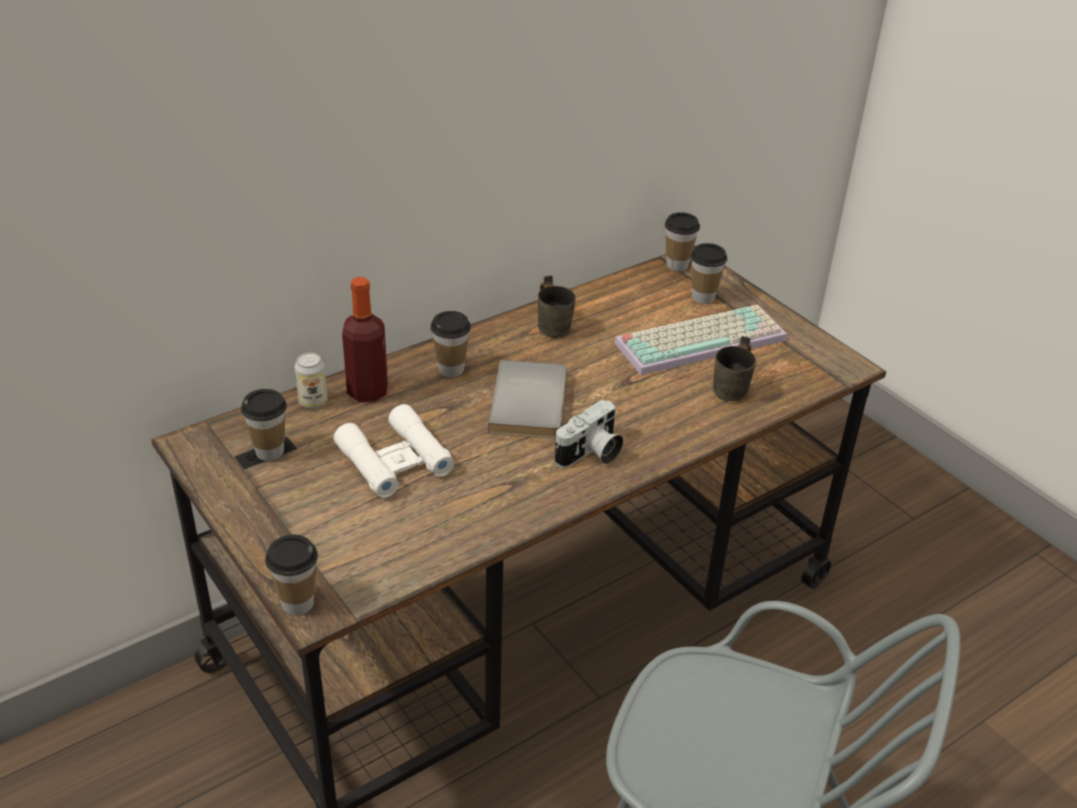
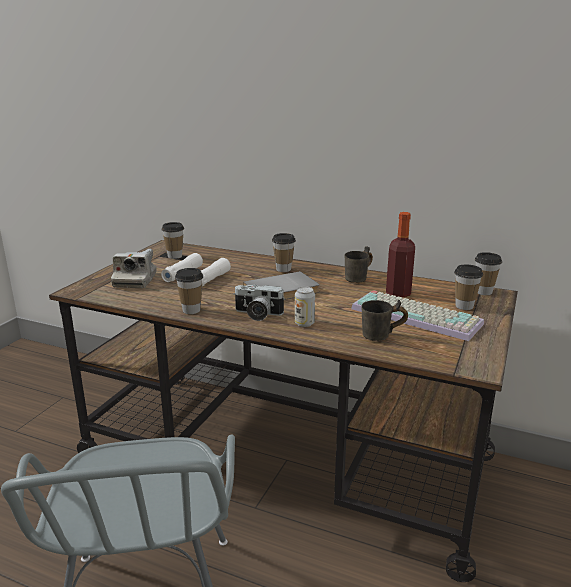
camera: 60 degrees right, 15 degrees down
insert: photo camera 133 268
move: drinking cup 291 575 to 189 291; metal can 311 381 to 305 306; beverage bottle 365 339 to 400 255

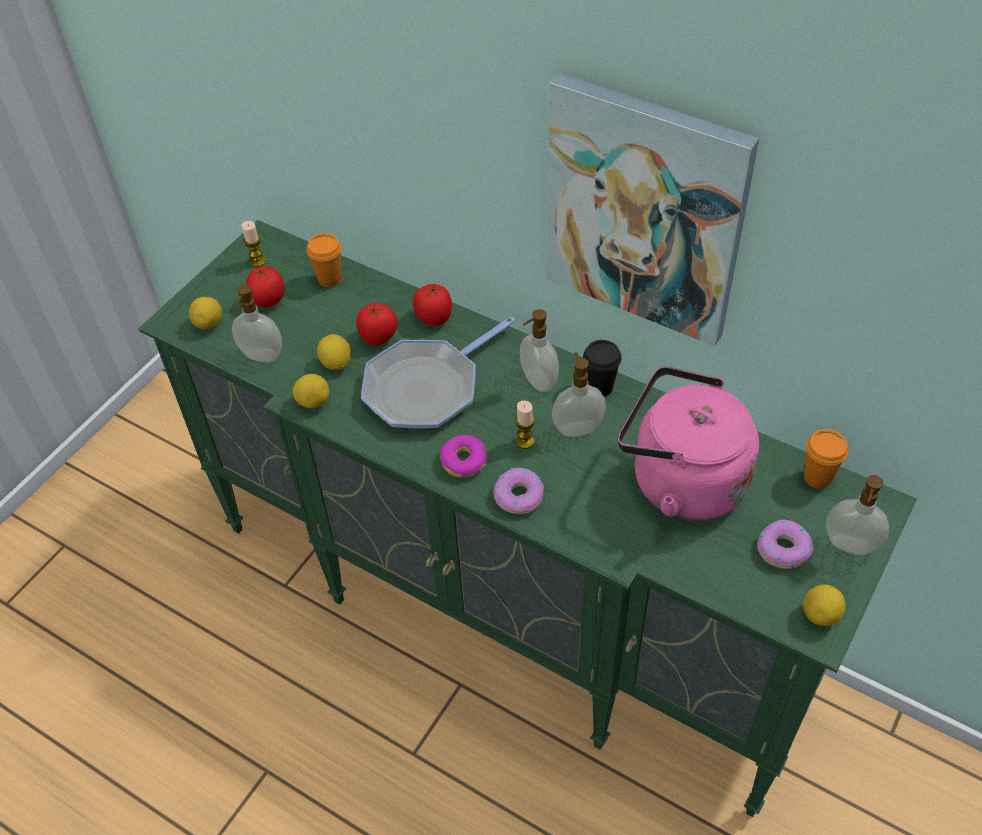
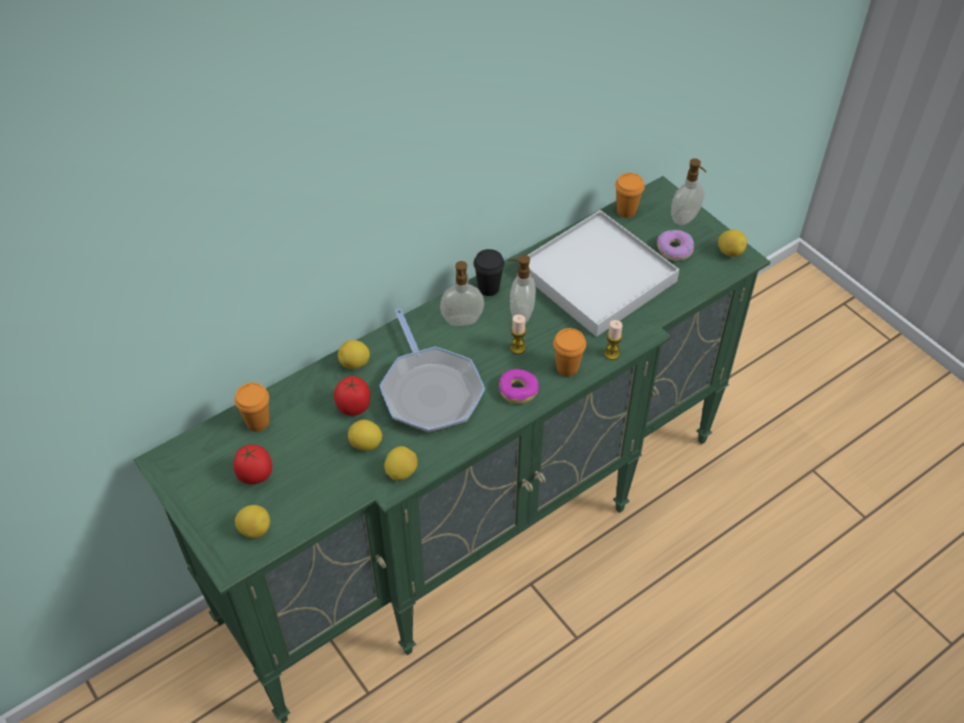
camera: 70 degrees left, 0 degrees up
delete: liquid soap bottle 257 323; picture 652 209
move: wax candle 253 244 to 613 340
replace: tomato 432 305 to citrus fruit 354 354; doughnut 518 491 to drinking cup (orangey) 569 352; water kettle (pink) 688 443 to serving tray (white) 603 273

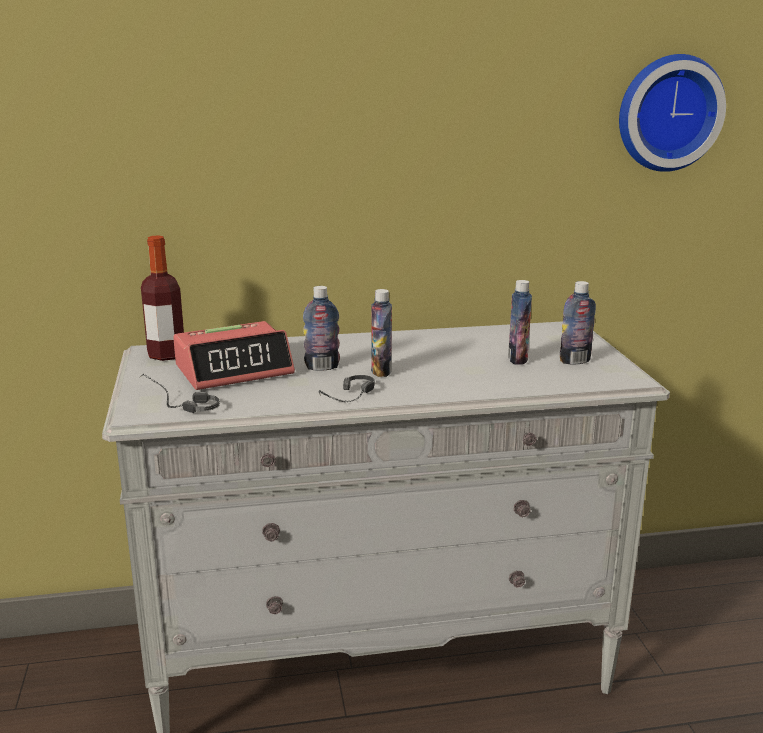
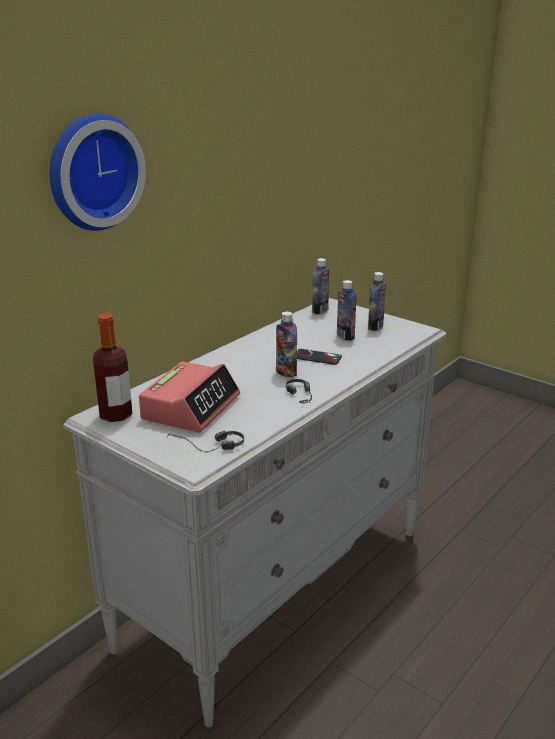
camera: 40 degrees left, 5 degrees up
insert: phone 319 357
move: beverage bottle 321 328 to 321 286; hanging clock 672 113 to 98 172

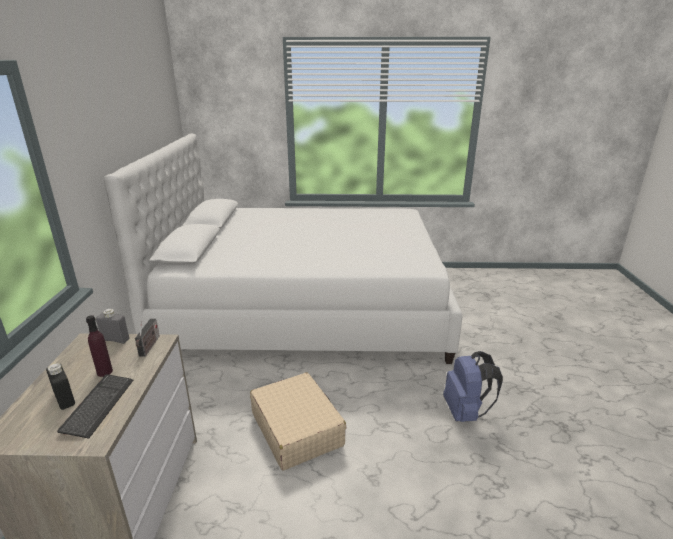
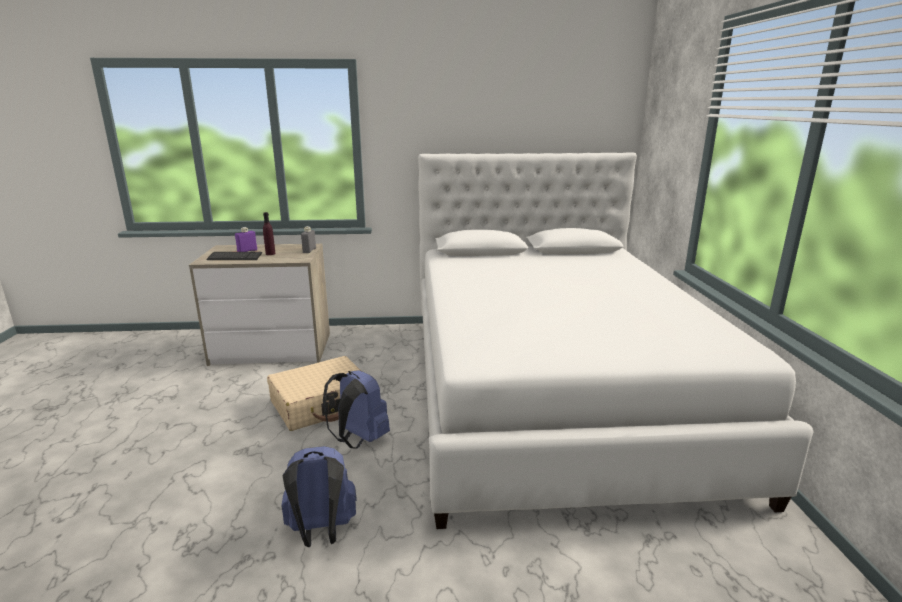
camera: 85 degrees right, 5 degrees down
delete: radio receiver 147 338
insert: knapsack (blue-coloured) 356 409
recolor: beverage bottle (black) 60 386 to beverage bottle (purple) 246 239

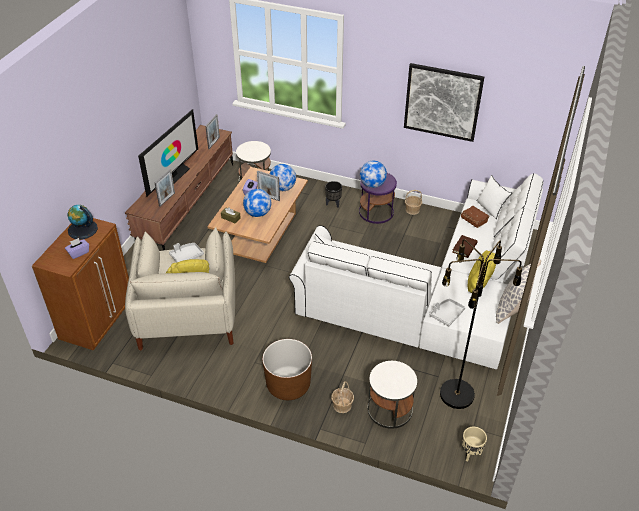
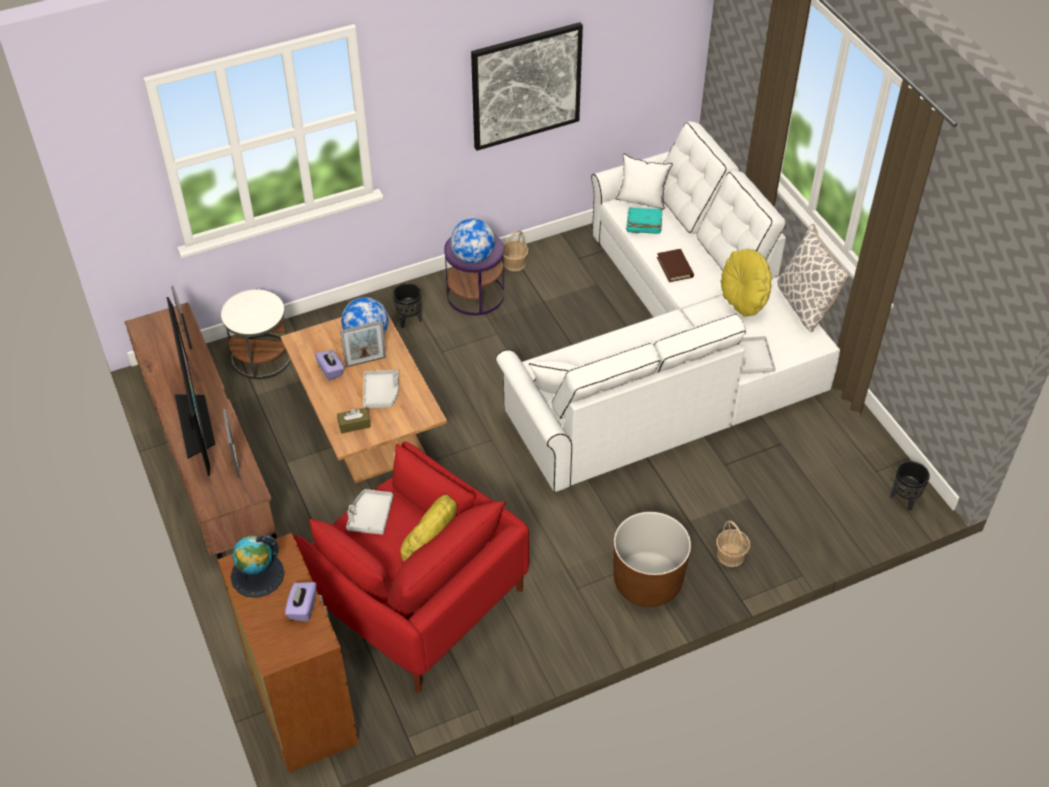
camera: 45 degrees left, 5 degrees up
delete: end table (white) 392 395; standing lamp 481 324
replace: globe 257 203 to serving tray (greyish) 381 389
recolor: armchair (beige) 180 289 to armchair (red) 411 567; bound book (brown) 475 217 to bound book (turquoise) 644 221; planter (beige) 474 444 to planter (black) 910 486

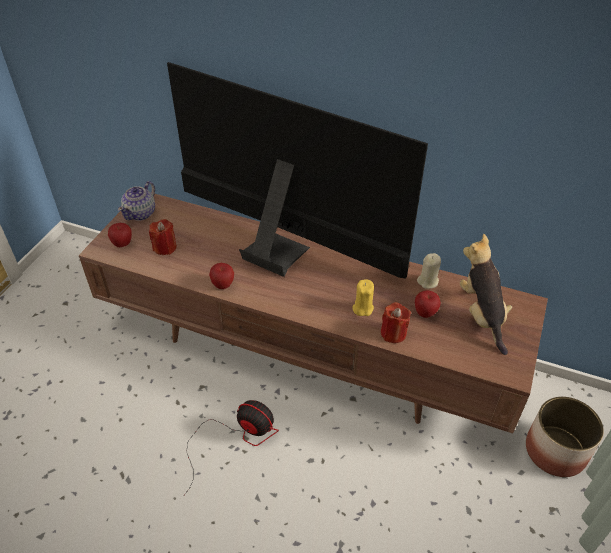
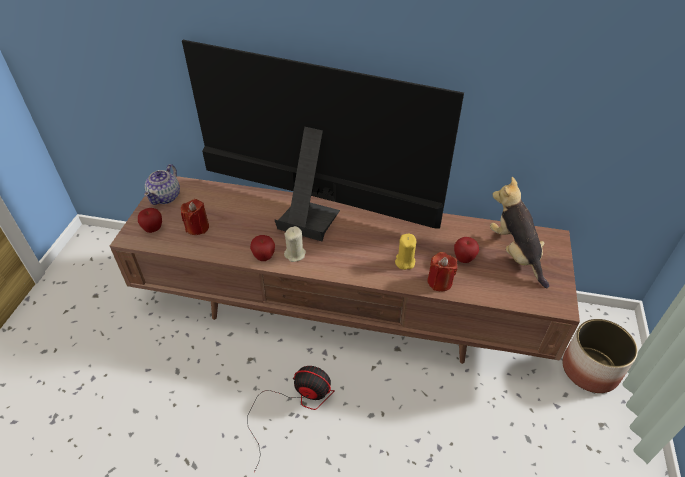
camera: 10 degrees left, 0 degrees up
move: wax candle (beige) 429 271 to 295 244

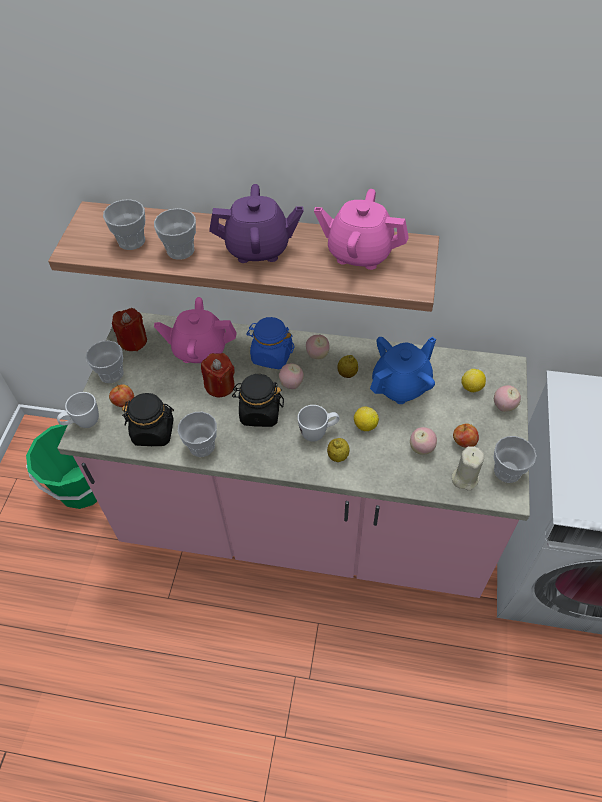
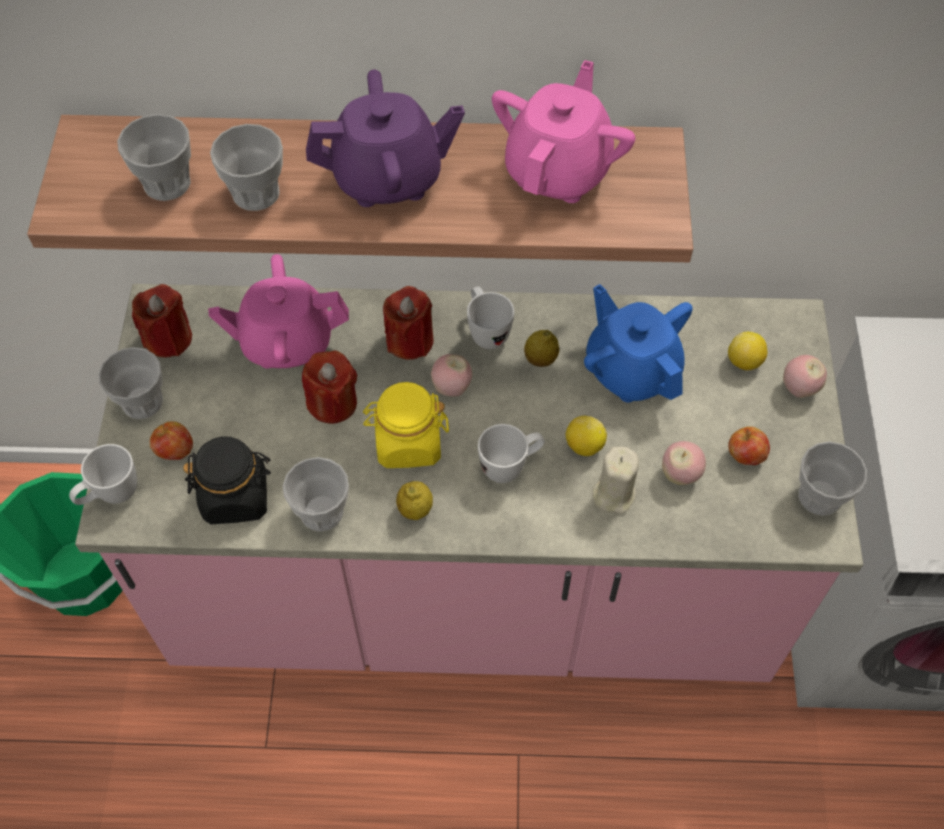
camera: 10 degrees left, 5 degrees up
move: citrus fruit 338 450 to 414 500; wax candle (beige) 468 468 to 615 480
replace: jar (blue-coloured) 270 343 to wax candle (red) 408 323; whole apple 318 347 to tea mug (white) 490 317
recolor: jar (black) 258 400 to jar (yellow-coloured) 406 425
rotate: pot for tea (pink) 361 229 = 564 131 105 degrees clockwise; pot for tea (blue-coloured) 403 370 = 638 343 75 degrees counterclockwise

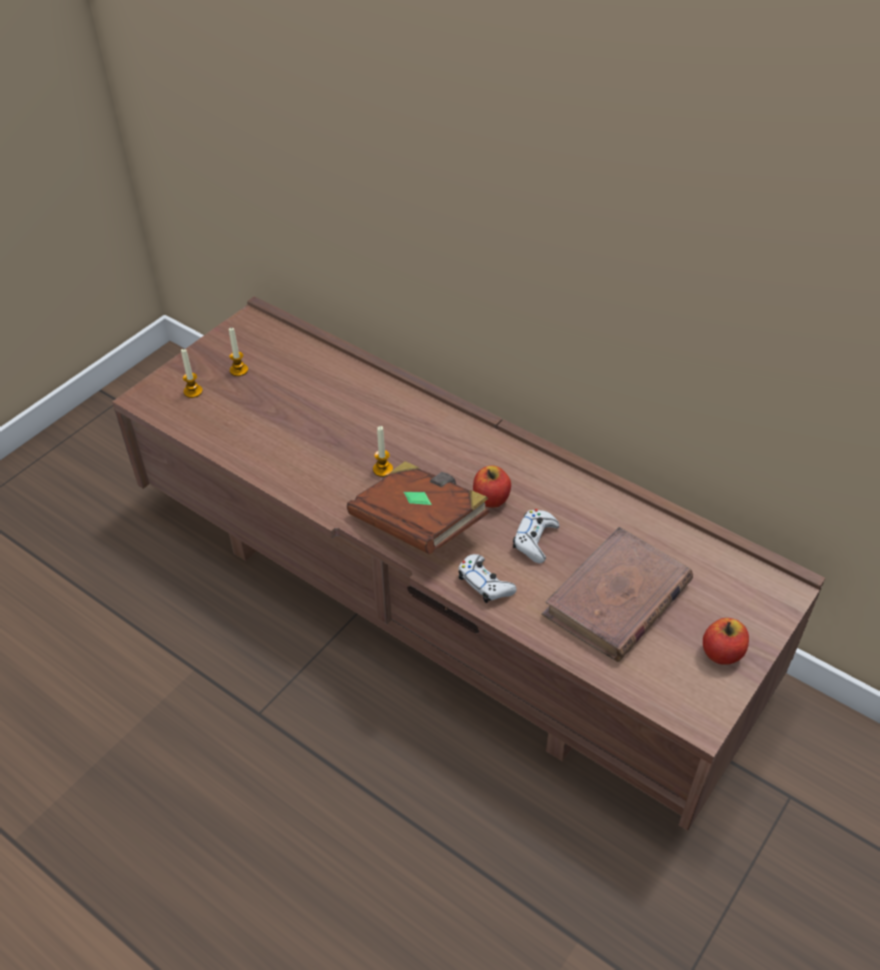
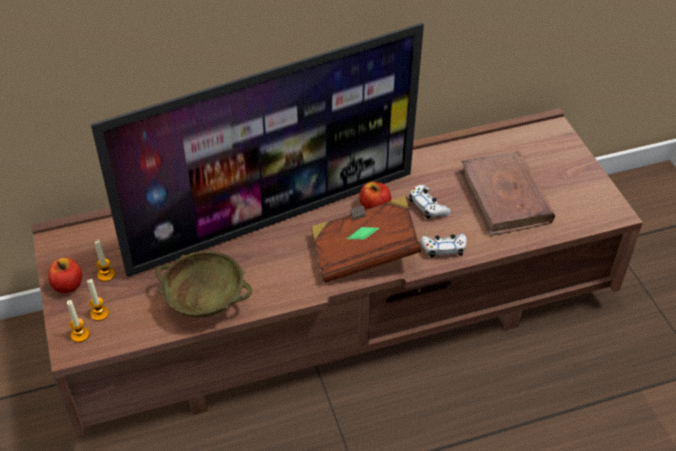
camera: 55 degrees left, 0 degrees up
insert: television 257 150; serving bowl (beige) 203 284
move: wax candle 383 451 to 78 321; whole apple 726 641 to 65 275

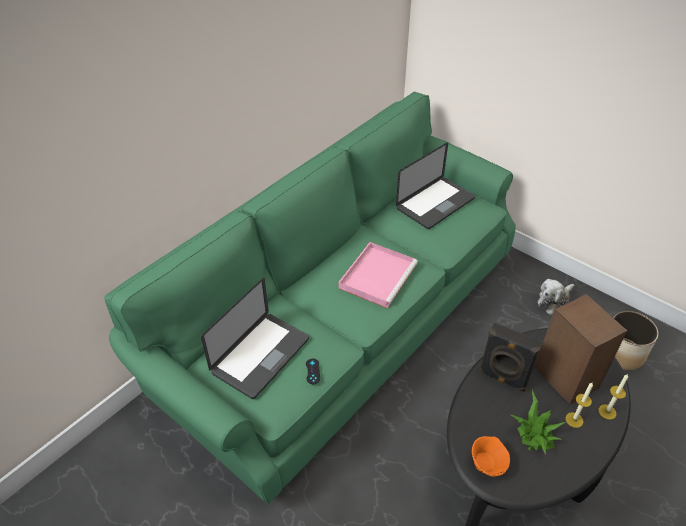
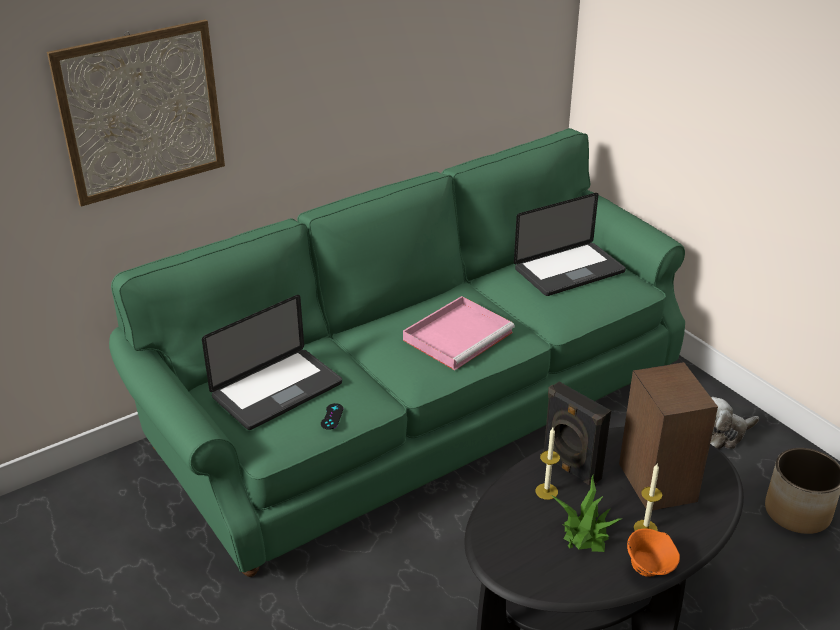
camera: 15 degrees right, 10 degrees down
insert: picture 136 113
move: serving bowl (orangey) 491 456 to 653 553; wax candle 613 397 to 547 464

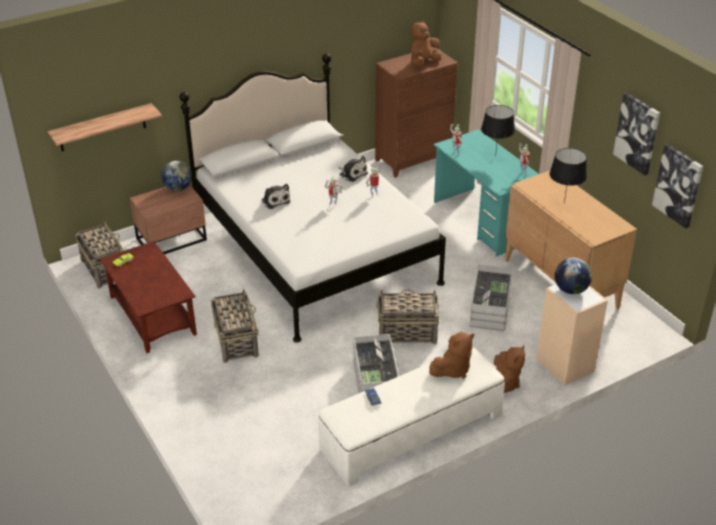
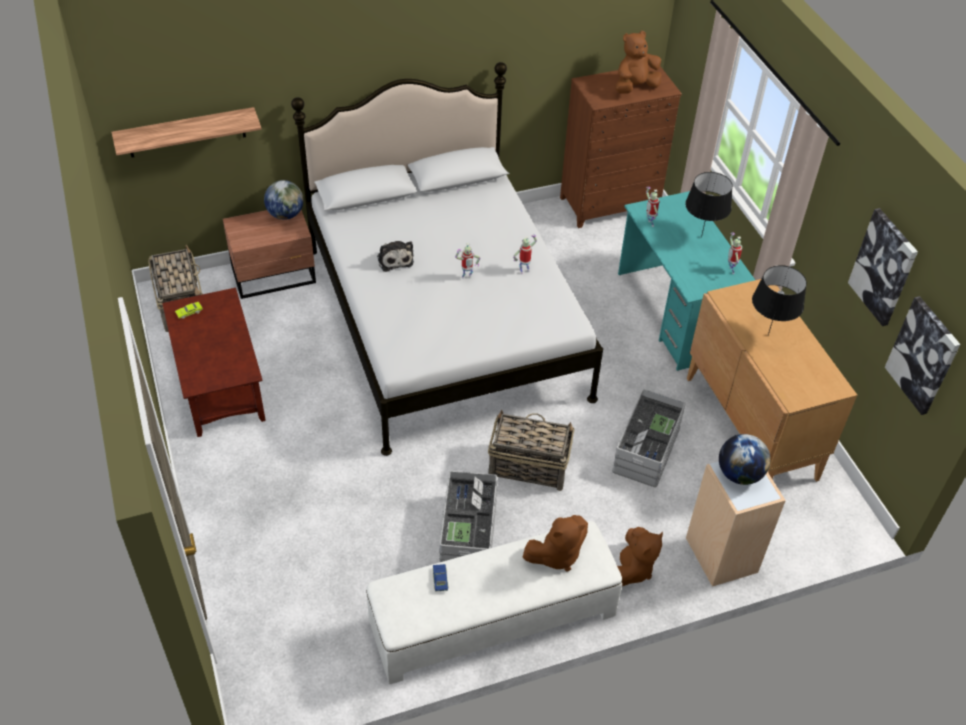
camera: 10 degrees right, 10 degrees up
delete: household basket 235 326; cuddly toy 353 169

